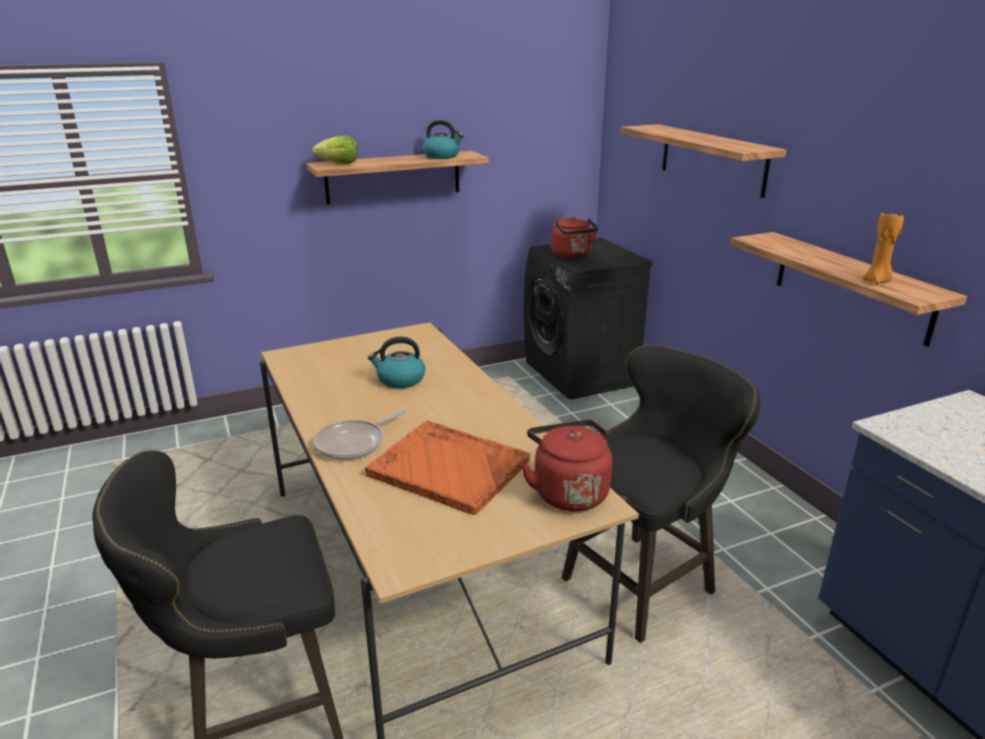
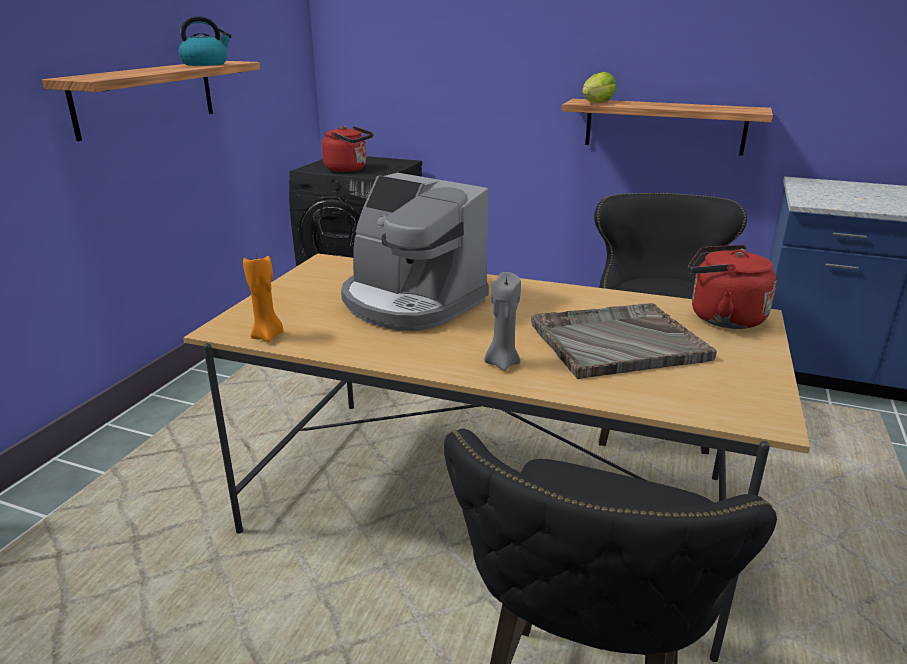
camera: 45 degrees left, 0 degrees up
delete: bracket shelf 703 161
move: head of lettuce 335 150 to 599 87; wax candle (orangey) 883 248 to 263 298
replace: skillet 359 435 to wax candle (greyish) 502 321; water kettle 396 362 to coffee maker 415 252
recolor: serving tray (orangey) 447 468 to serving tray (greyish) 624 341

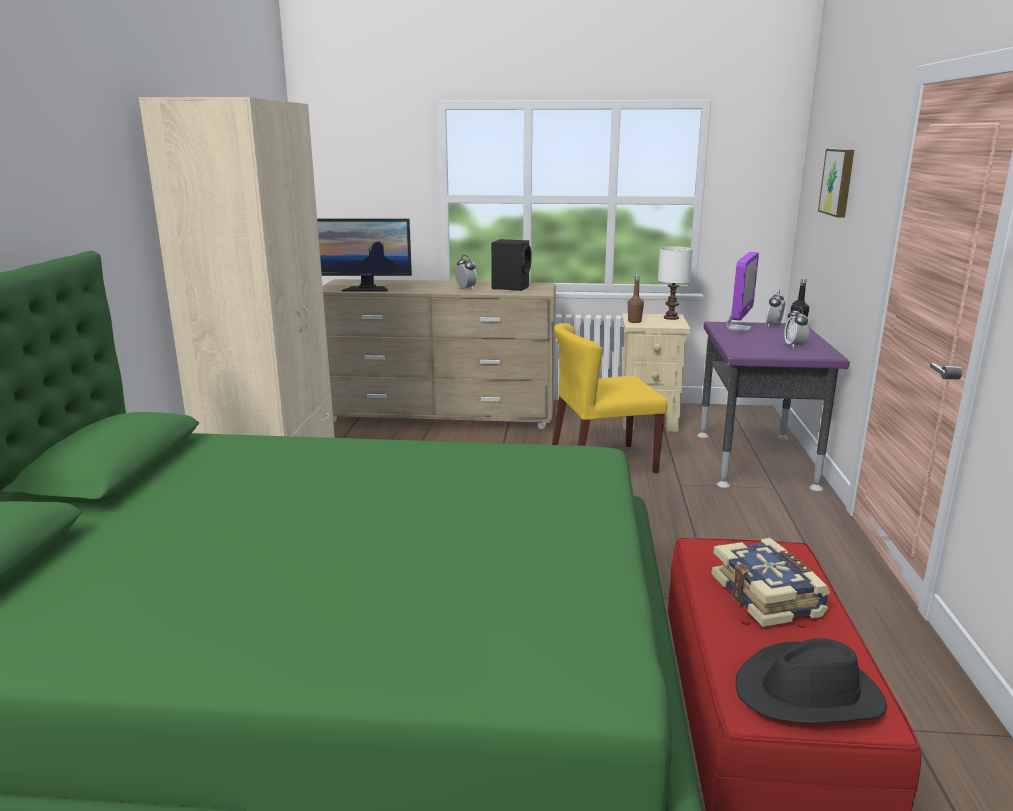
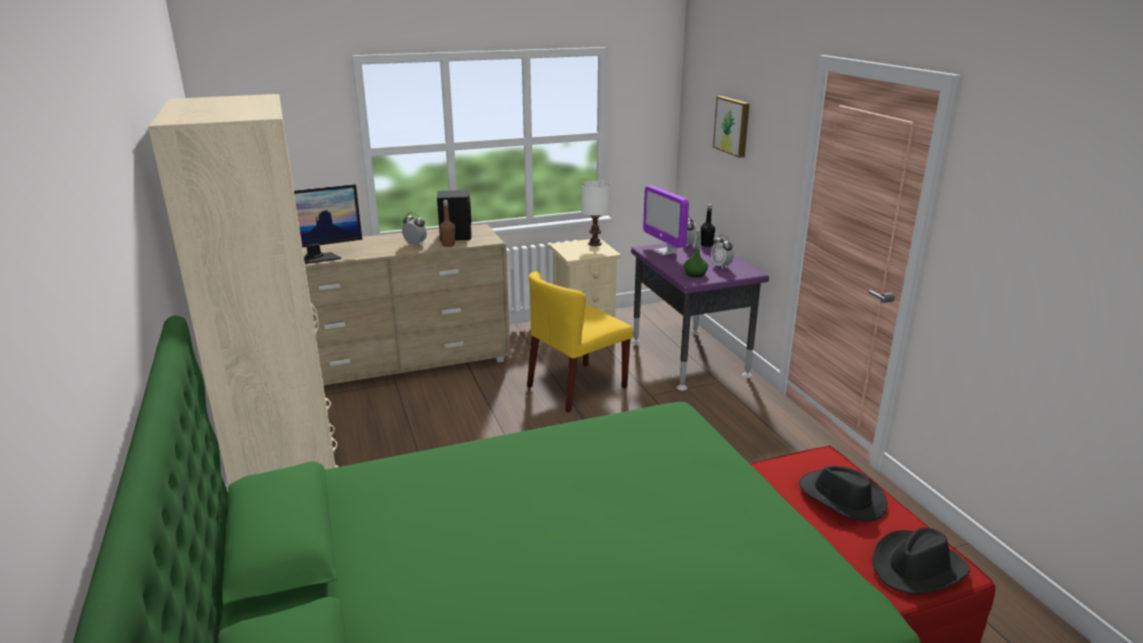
camera: 25 degrees left, 5 degrees up
insert: beverage bottle (green) 696 253
move: beverage bottle (brown) 636 299 to 447 223
replace: bound book 770 582 to clothing hat (black) 843 494
rotate: computer screen 742 291 = 666 221 150 degrees clockwise

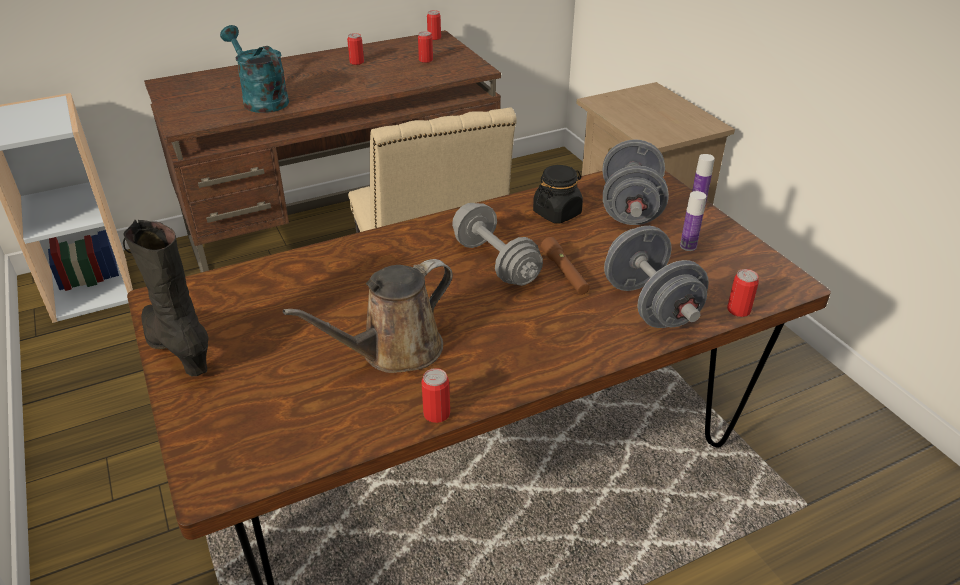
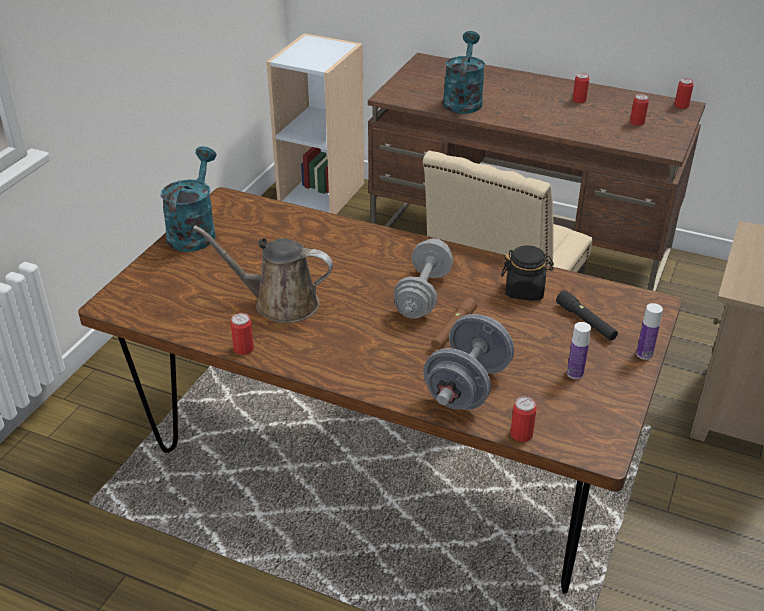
camera: 50 degrees right, 0 degrees up
replace: tall boot (black) 166 298 to watering can (turquoise) 188 199; dumbbell (greyish) 636 182 to torch (black) 587 315

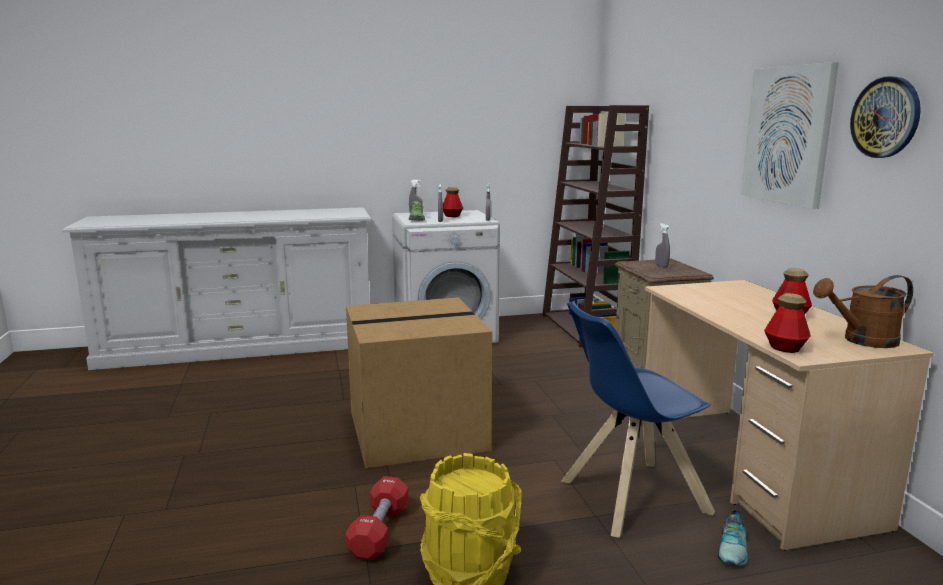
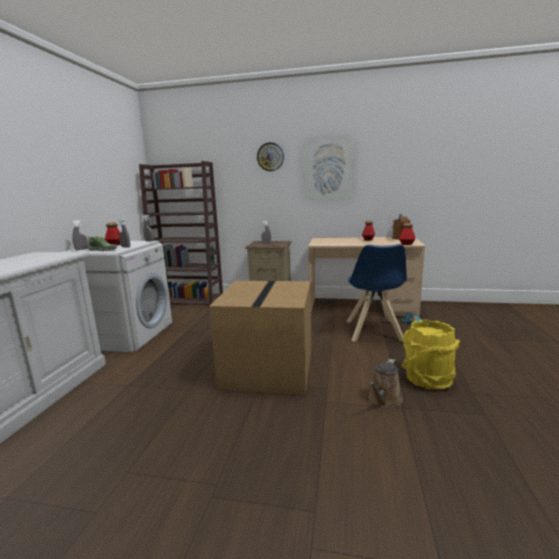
camera: 65 degrees left, 0 degrees up
move: hanging clock 885 117 to 270 156
replace: dumbbell (red) 377 518 to watering can (brown) 386 383

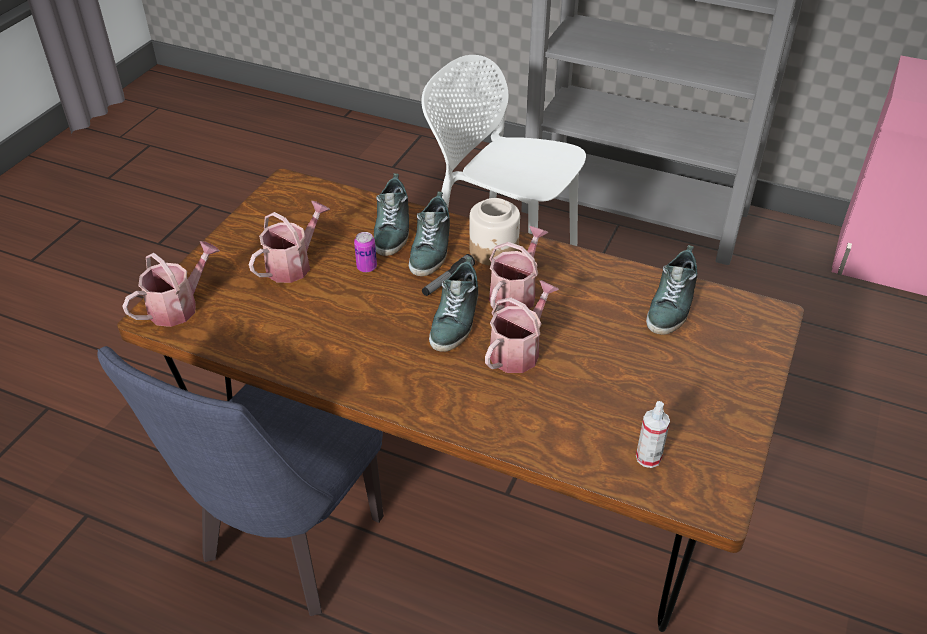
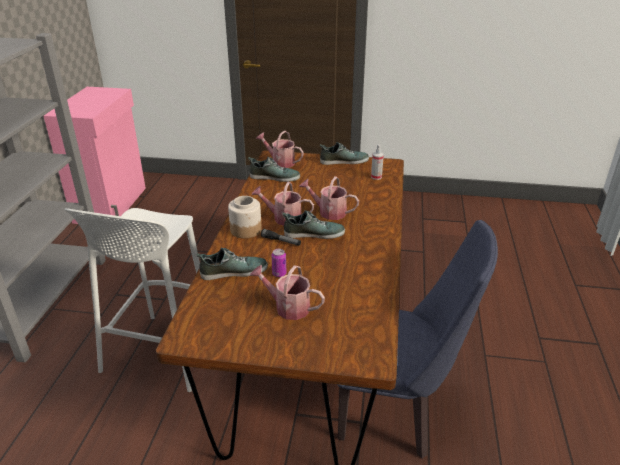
camera: 105 degrees left, 10 degrees down
move: watering can 171 284 to 280 149; low shoe 429 233 to 344 153

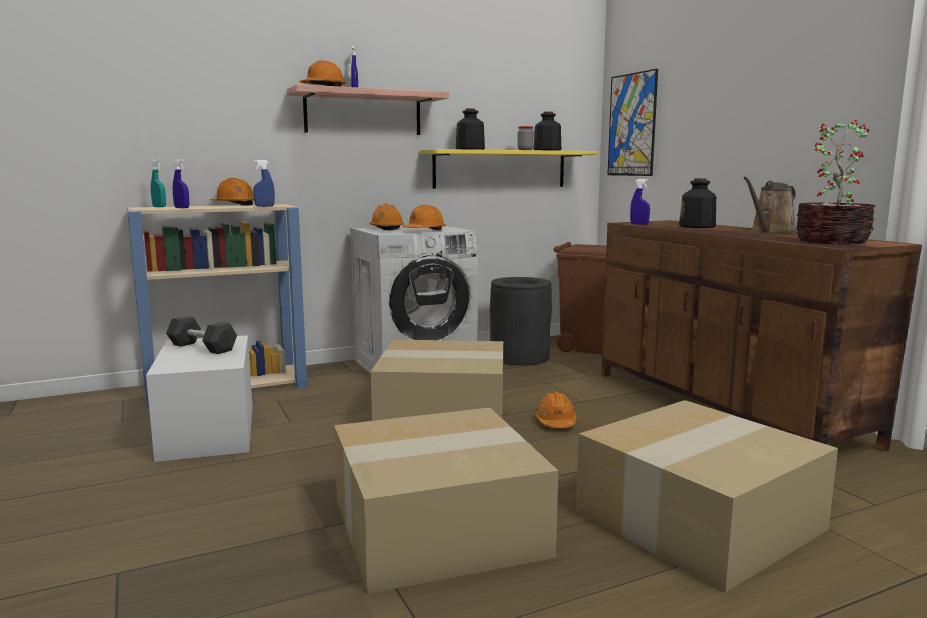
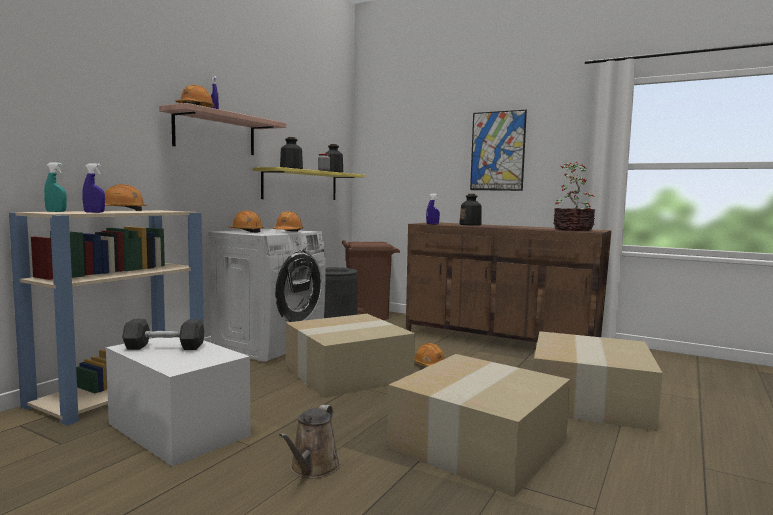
camera: 35 degrees left, 5 degrees down
delete: spray bottle (blue-coloured) 264 183
move: picture 632 122 to 498 150; watering can (brown) 770 205 to 309 441

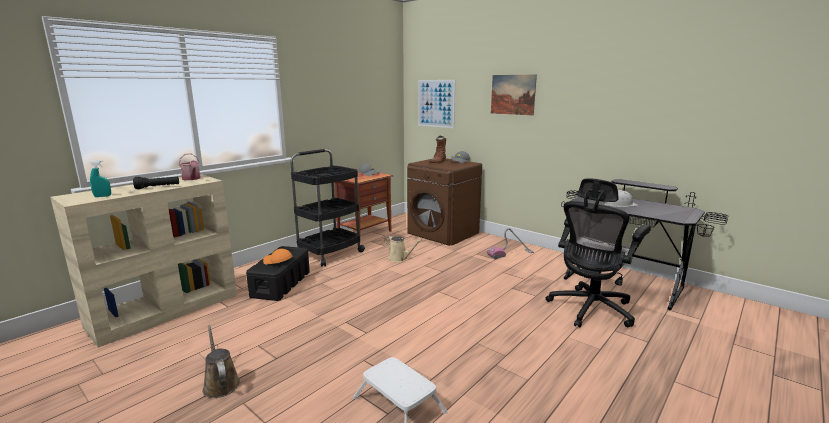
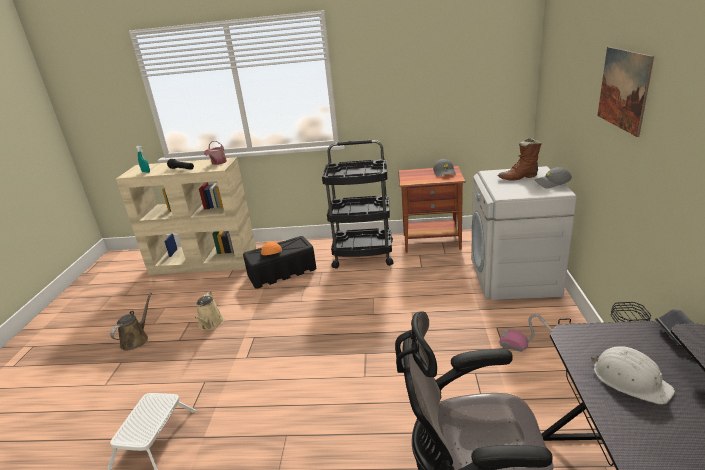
camera: 55 degrees right, 10 degrees up
delete: picture 437 104
move: watering can (beige) 403 249 to 209 311
recolor: laundry appliance (brown) 444 202 to laundry appliance (white) 524 233

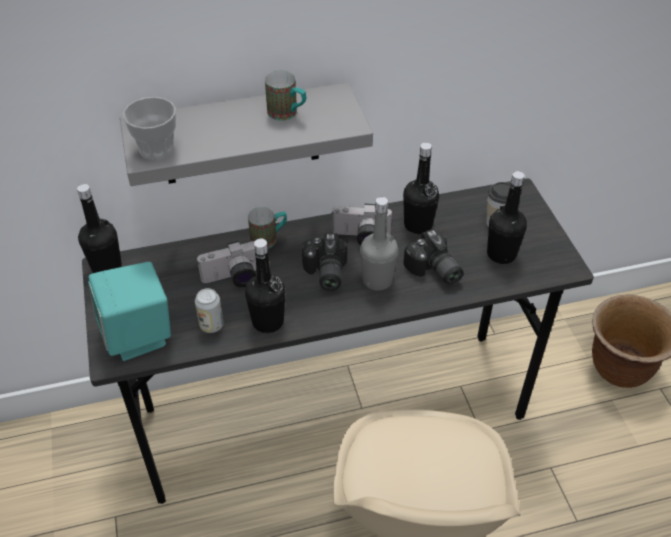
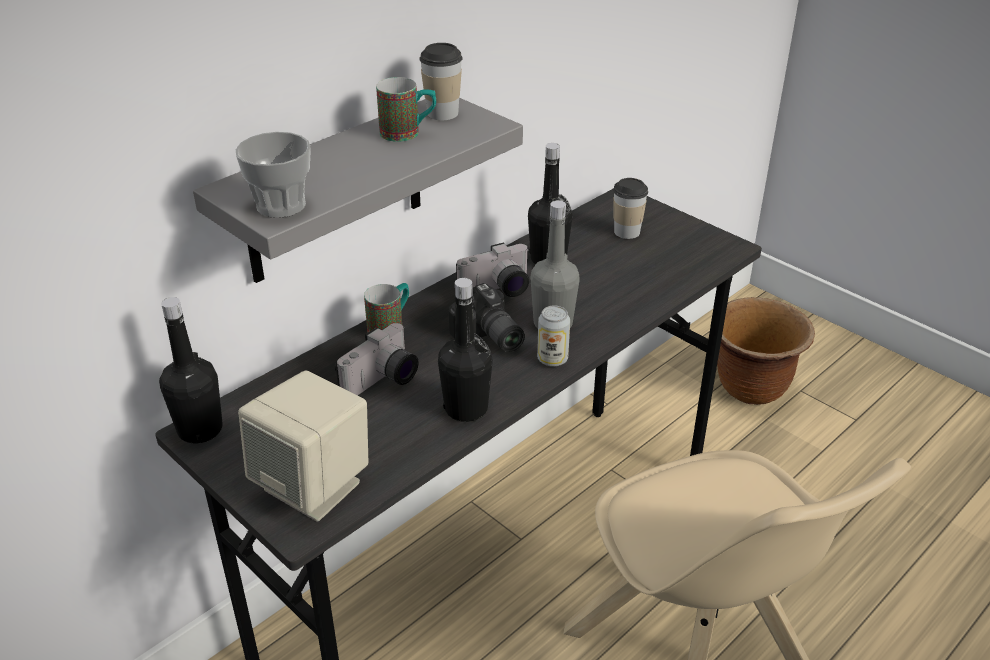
camera: 30 degrees left, 10 degrees down
delete: photo camera 433 257; beverage bottle (black) 507 217
insert: drinking cup 441 81
move: metal can 209 310 to 553 336
recolor: audio speaker (turquoise) 129 311 to audio speaker (beige) 303 445

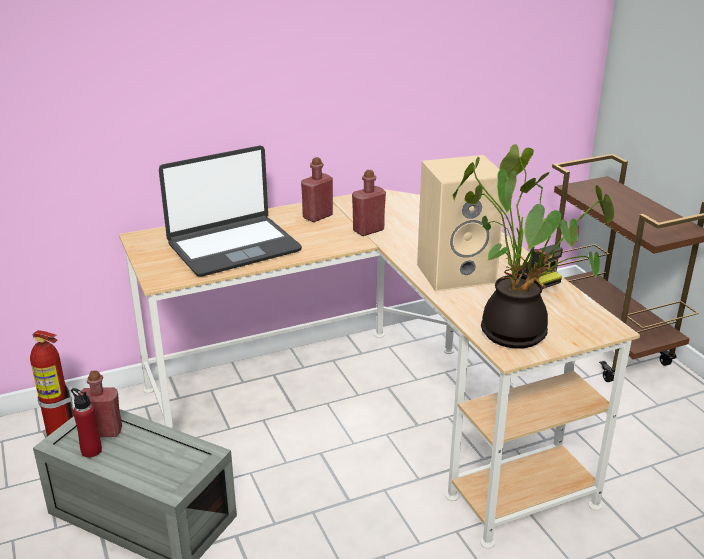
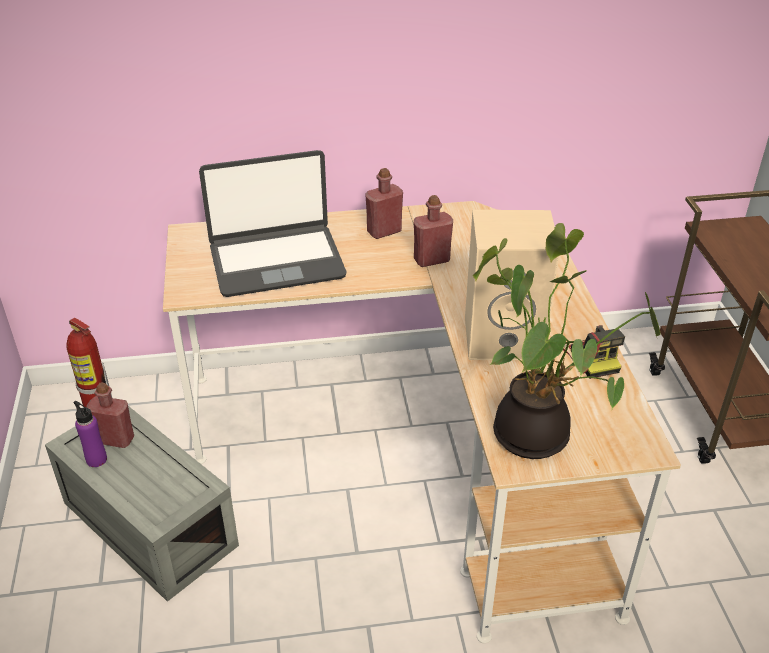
camera: 15 degrees right, 10 degrees up
recolor: beverage bottle (red) 86 423 to beverage bottle (purple) 90 434

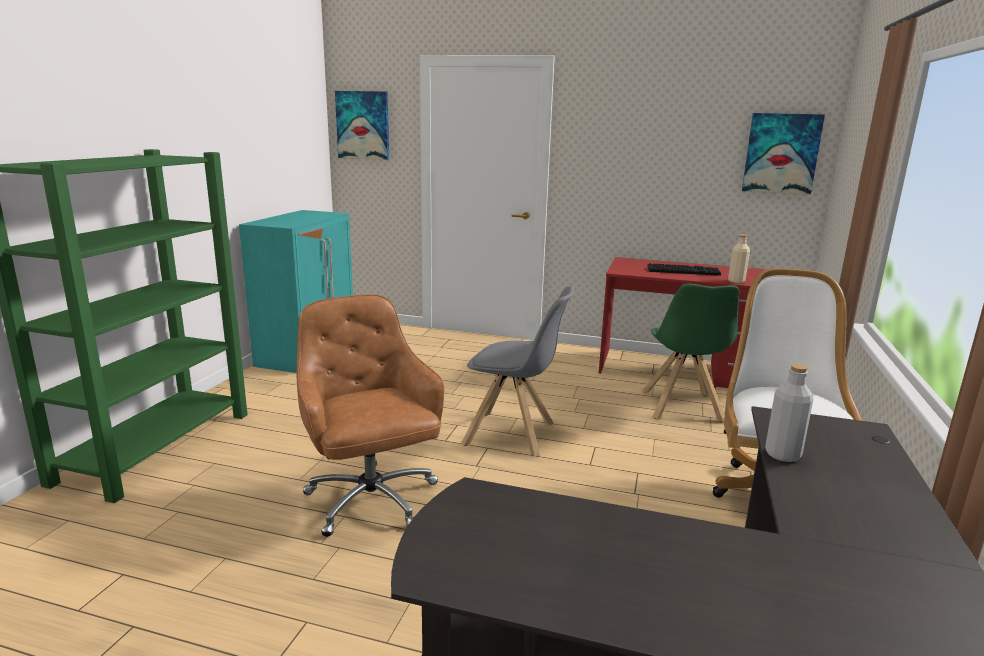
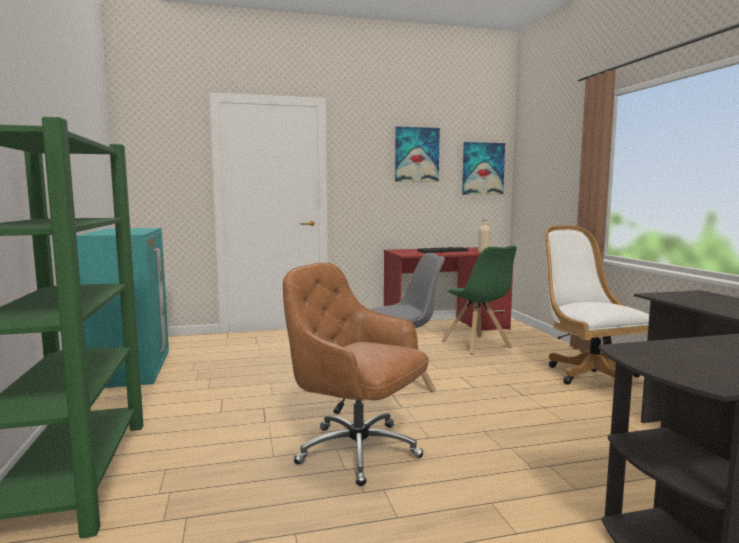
camera: 30 degrees left, 10 degrees down
delete: beverage bottle (greyish) 789 413
move: picture 362 125 to 417 154

